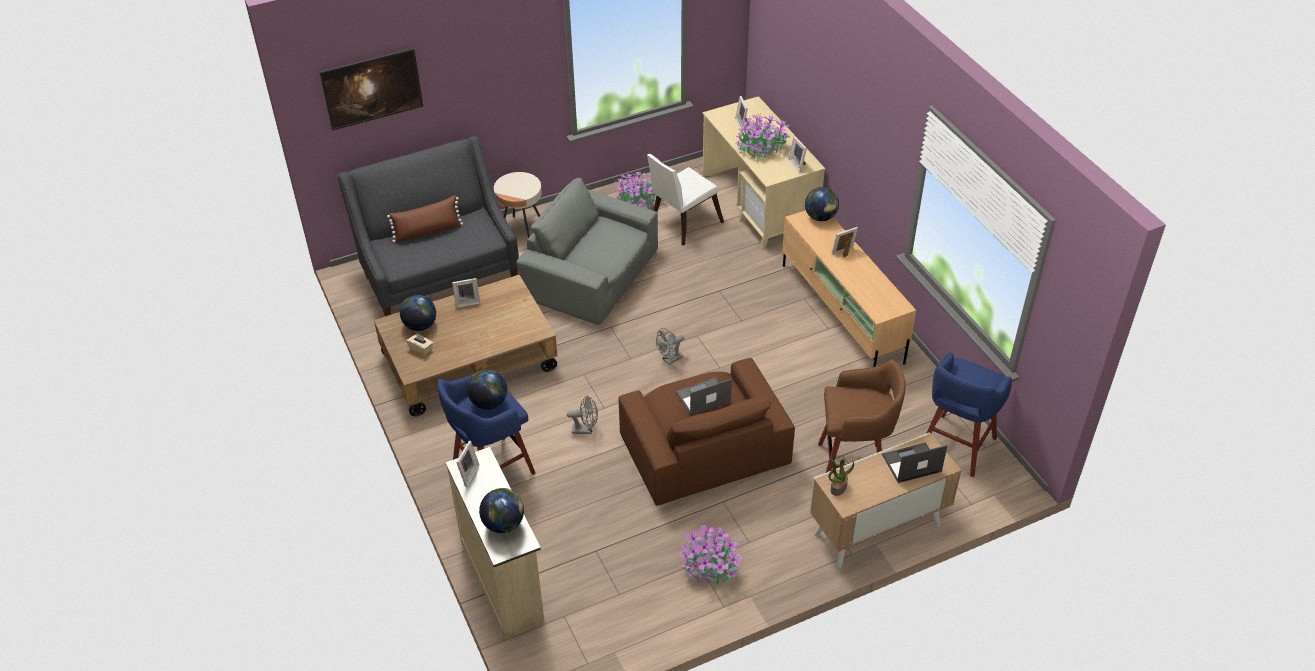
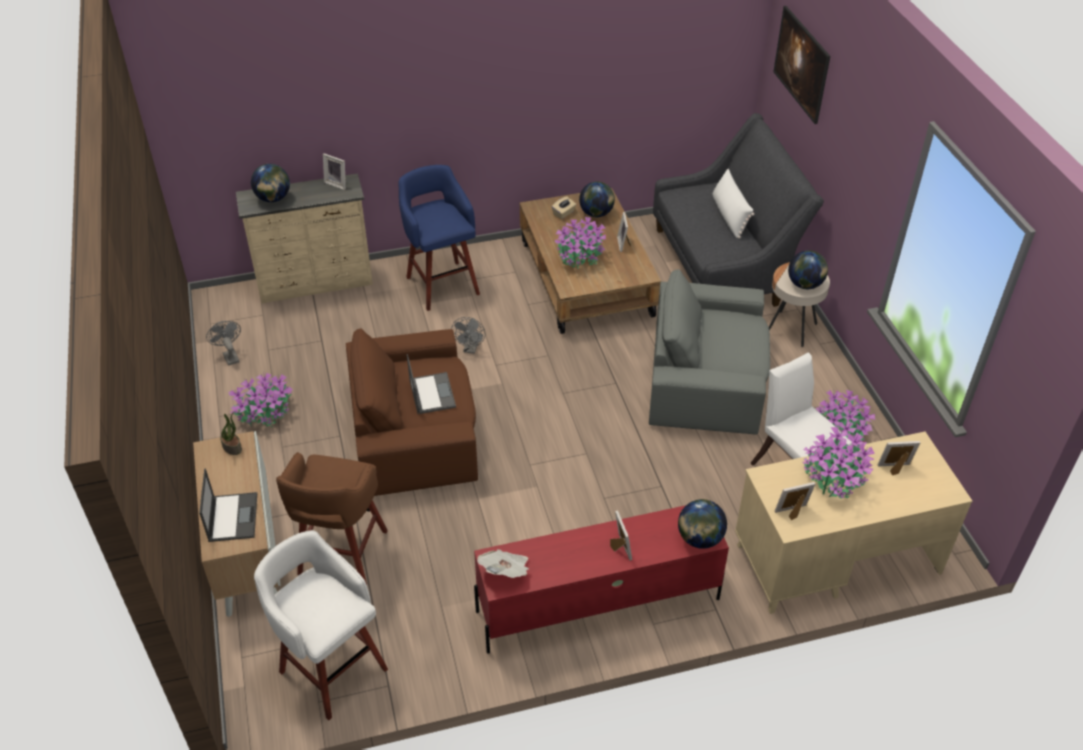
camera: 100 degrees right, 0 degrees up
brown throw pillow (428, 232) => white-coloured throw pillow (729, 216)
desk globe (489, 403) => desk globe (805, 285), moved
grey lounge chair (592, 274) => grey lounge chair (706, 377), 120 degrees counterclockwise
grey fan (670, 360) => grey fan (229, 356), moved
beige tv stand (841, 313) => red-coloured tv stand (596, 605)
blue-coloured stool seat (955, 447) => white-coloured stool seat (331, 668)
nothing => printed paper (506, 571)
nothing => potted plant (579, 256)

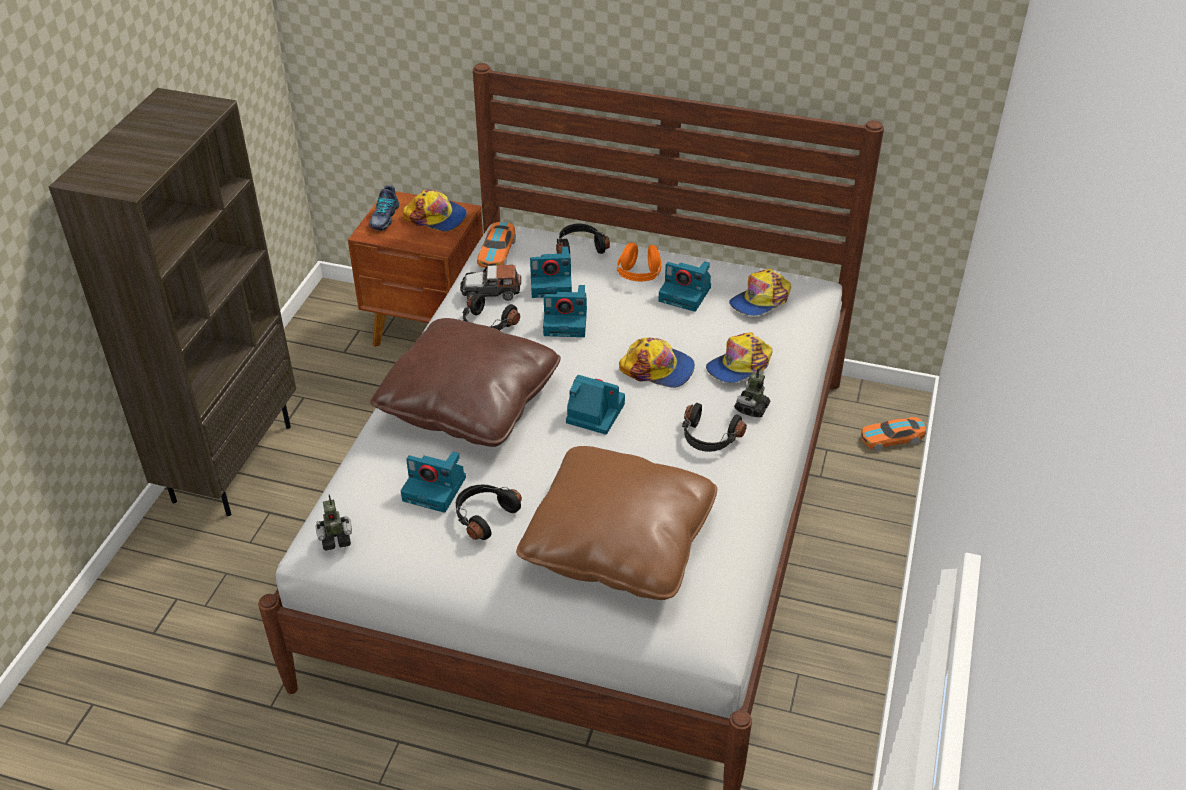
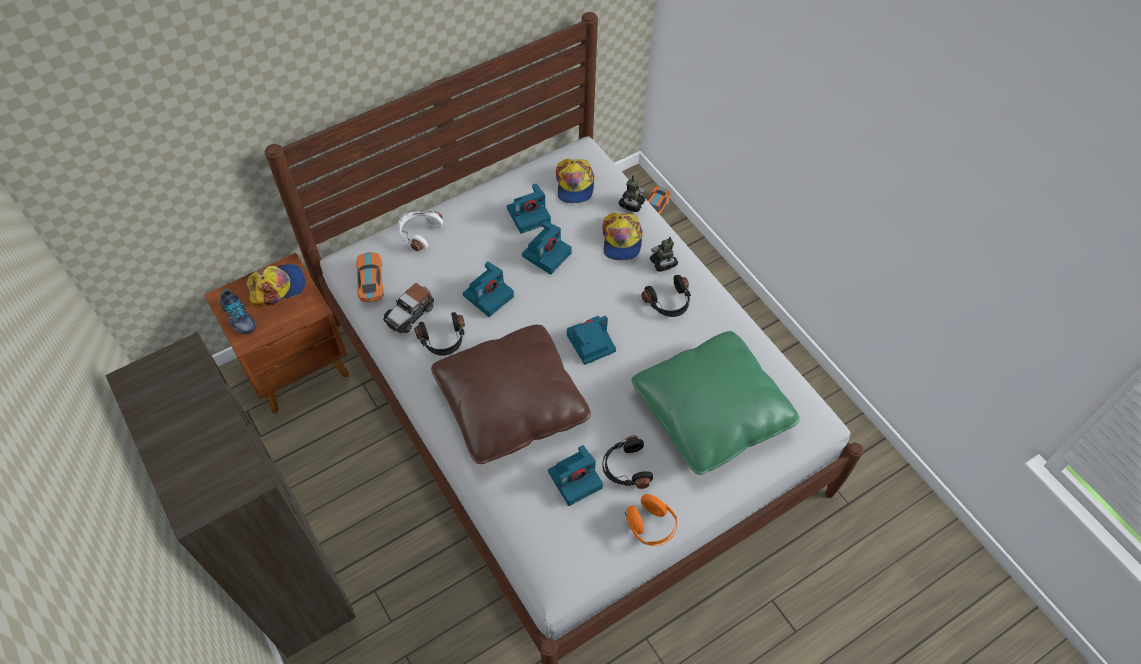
camera: 50 degrees left, 15 degrees up
toy robot (336, 539) => toy robot (631, 204), moved
toy car (497, 252) => toy car (370, 281), 150 degrees counterclockwise
brown throw pillow (618, 542) => green-coloured throw pillow (711, 412)
still camera (552, 283) => still camera (547, 254), moved
black headset (579, 247) => white-coloured headset (418, 233)
orange-coloured headset (639, 275) => orange-coloured headset (650, 526), moved
cap (658, 368) => nothing

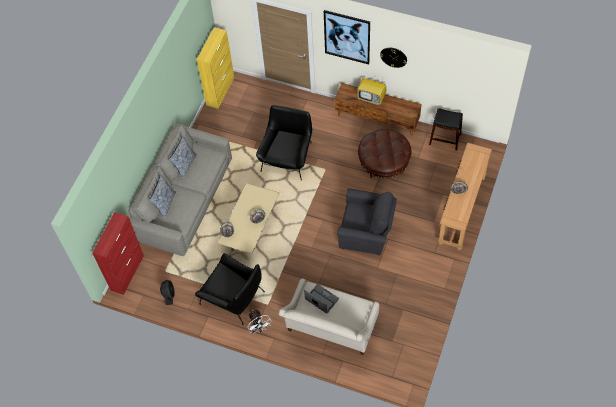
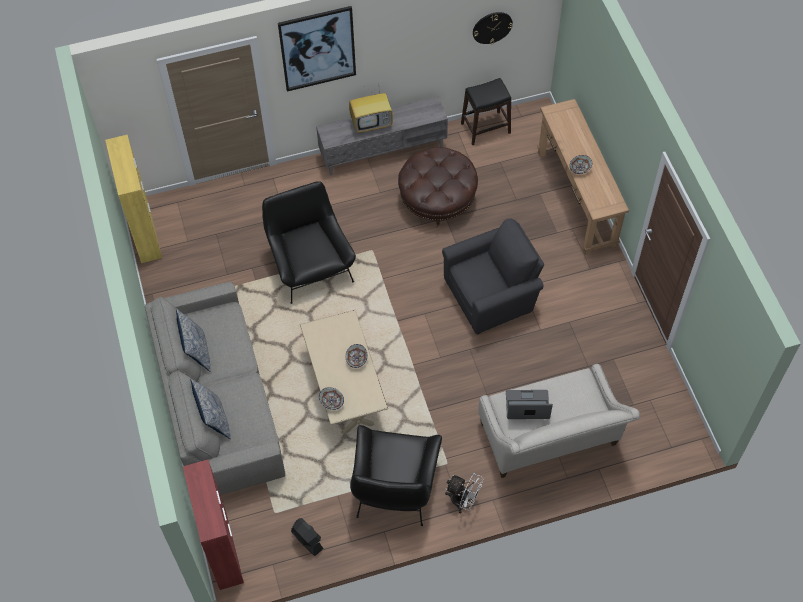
camera: 40 degrees left, 0 degrees up
black lounge chair (233, 297) => black lounge chair (395, 484), 105 degrees clockwise
brown tv stand (377, 119) => grey tv stand (383, 150)
hanging clock (393, 57) => hanging clock (492, 27), moved

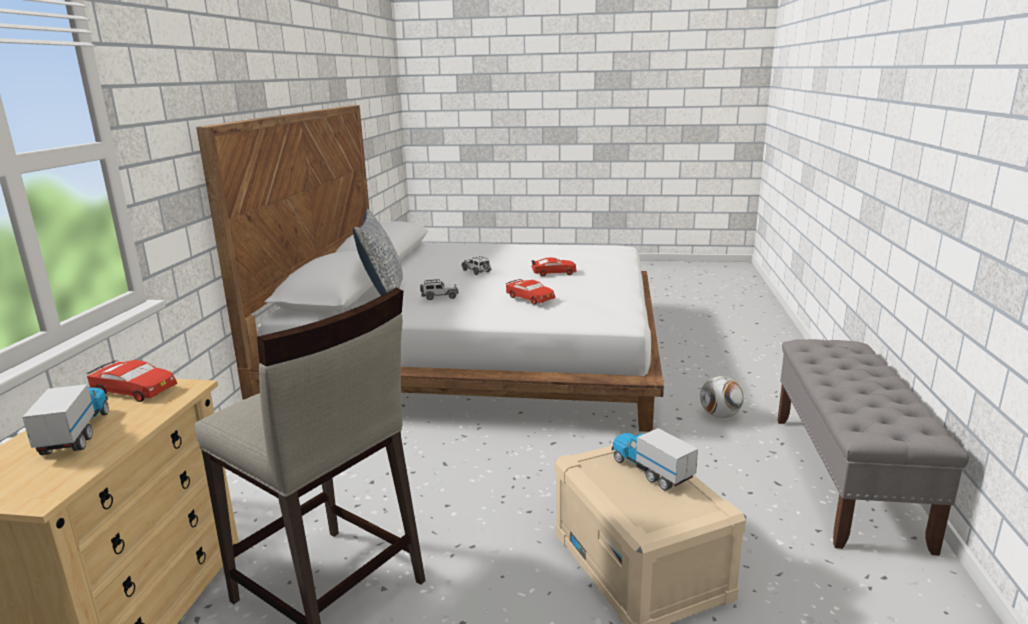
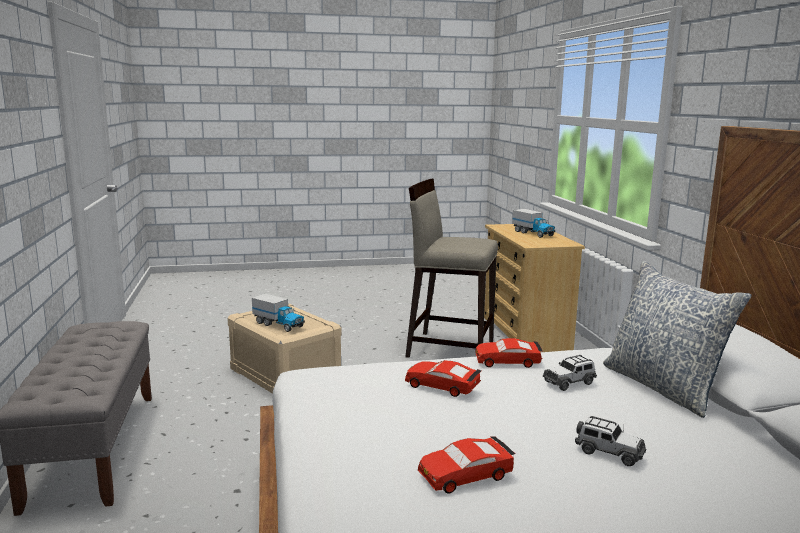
camera: 160 degrees right, 5 degrees down
red-coloured toy car (134, 390) => red-coloured toy car (507, 361), moved
football (720, 415) => nothing

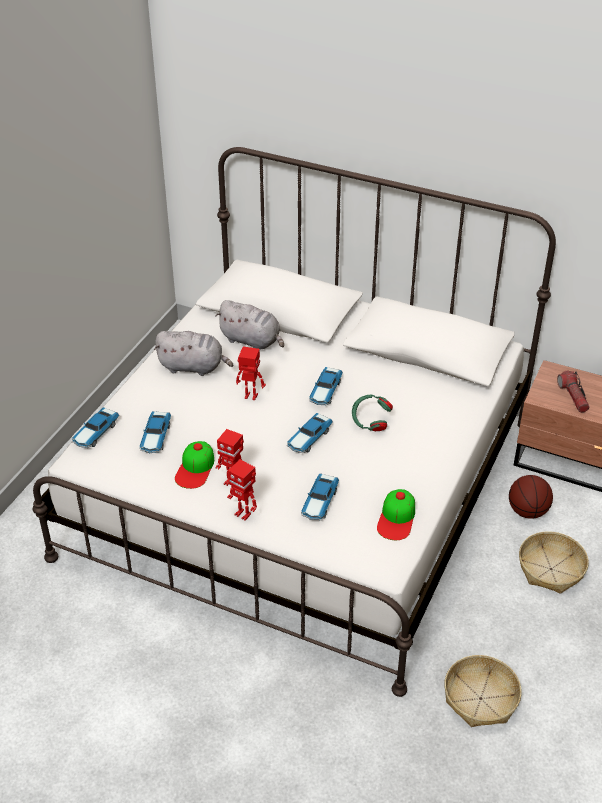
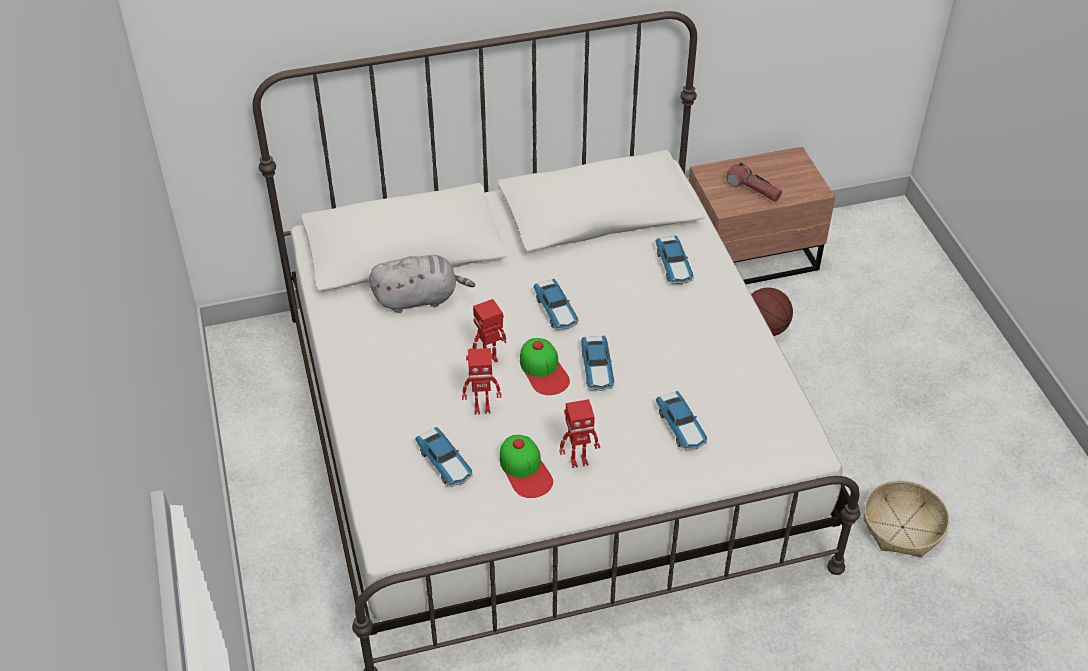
camera: 40 degrees left, 5 degrees up
toy car (95, 433) => toy car (674, 266), moved
grey cuddly toy (193, 367) => nothing
toy robot (243, 514) => toy robot (482, 408), moved
green-coloured headset (370, 422) => nothing
cap (397, 518) => cap (544, 370), moved
household basket (550, 569) => nothing

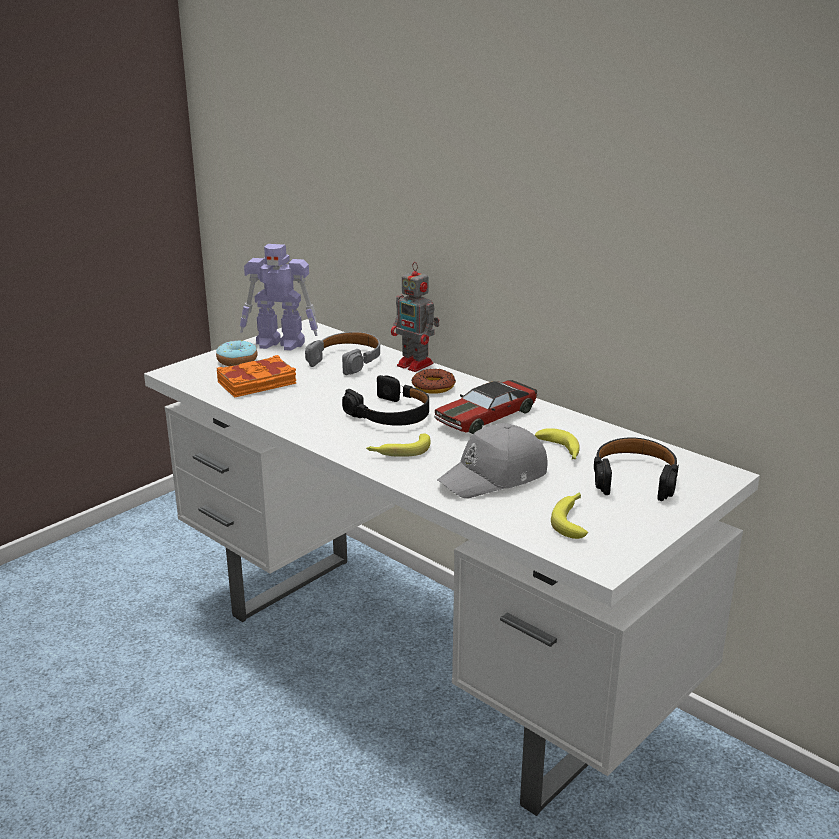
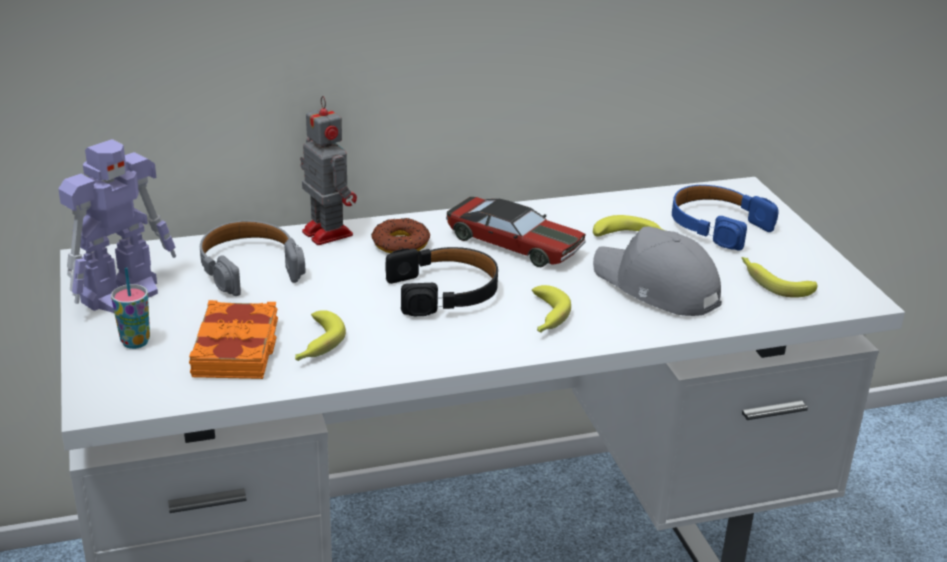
camera: 60 degrees left, 5 degrees up
donut (237, 361) => small cup (135, 342)
toy robot (416, 365) => toy robot (326, 232), 105 degrees counterclockwise
toy car (486, 417) => toy car (514, 244), 45 degrees counterclockwise
grey cap (495, 477) => grey cap (655, 287), 135 degrees clockwise
black headset (634, 478) => blue-coloured headset (717, 226)
nothing => banana (315, 345)

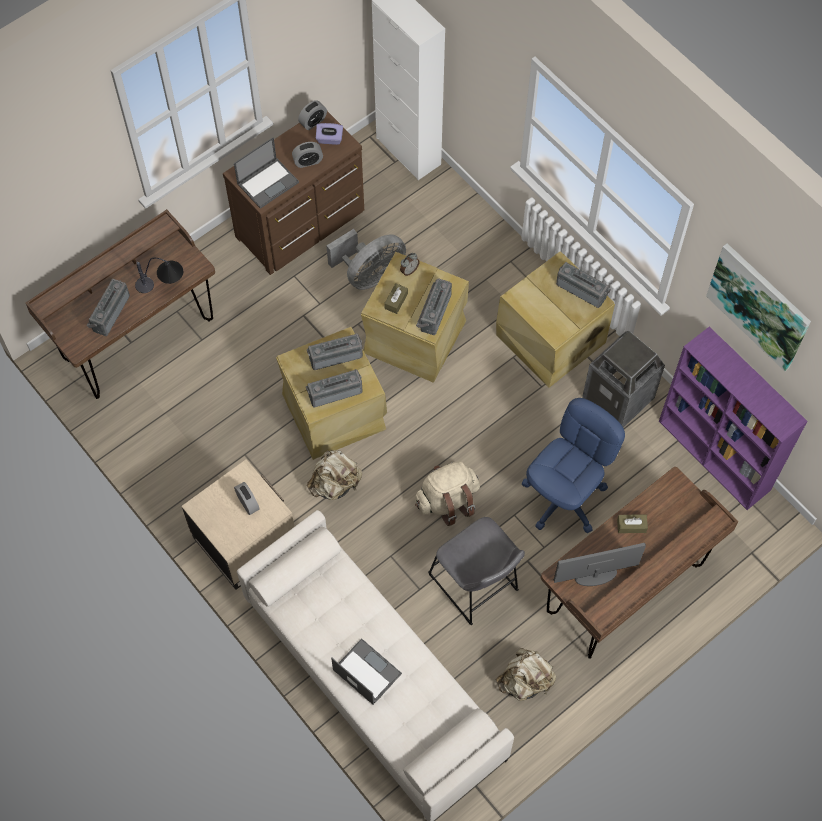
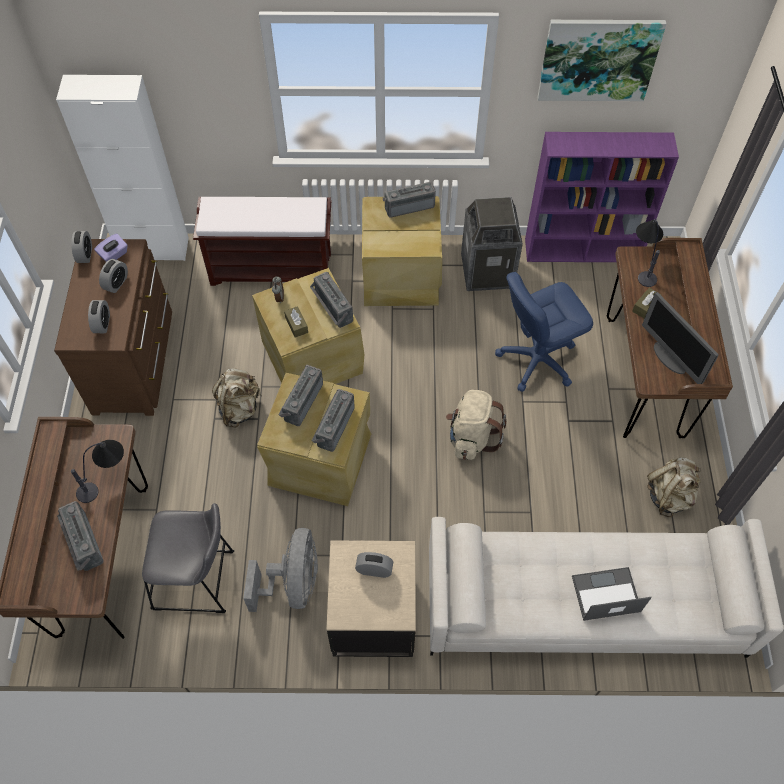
camera: 50 degrees left, 5 degrees down
notebook computer (268, 182) => bedside clock (102, 324)
beige backpack (335, 484) => beige backpack (239, 408), moved
grey fan (370, 274) => grey fan (293, 583), moved
grey stool seat (475, 586) => grey stool seat (199, 581), moved
blue-coloured computer chair (564, 497) => blue-coloured computer chair (537, 359), 105 degrees counterclockwise
computer screen (595, 576) => computer screen (669, 358), 60 degrees counterclockwise
nothing => brown indoor bench (272, 268)
nothing => table lamp (643, 263)

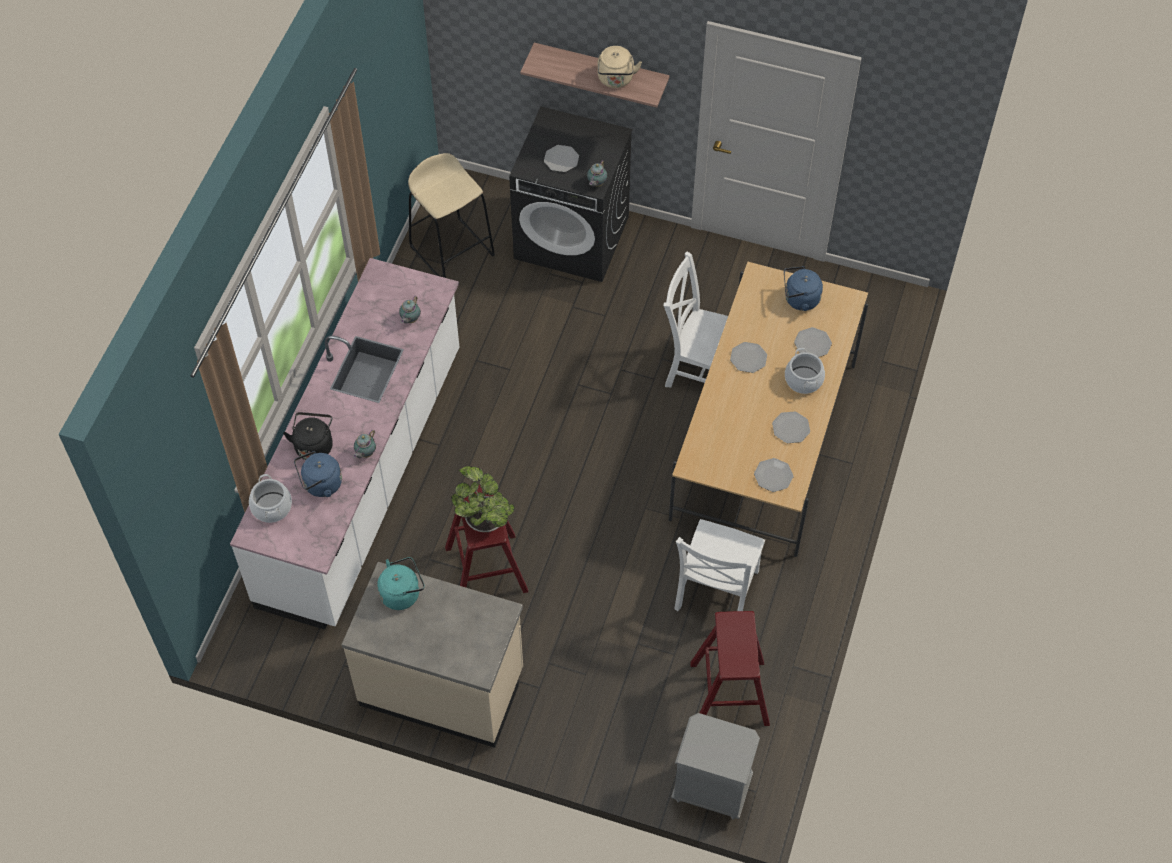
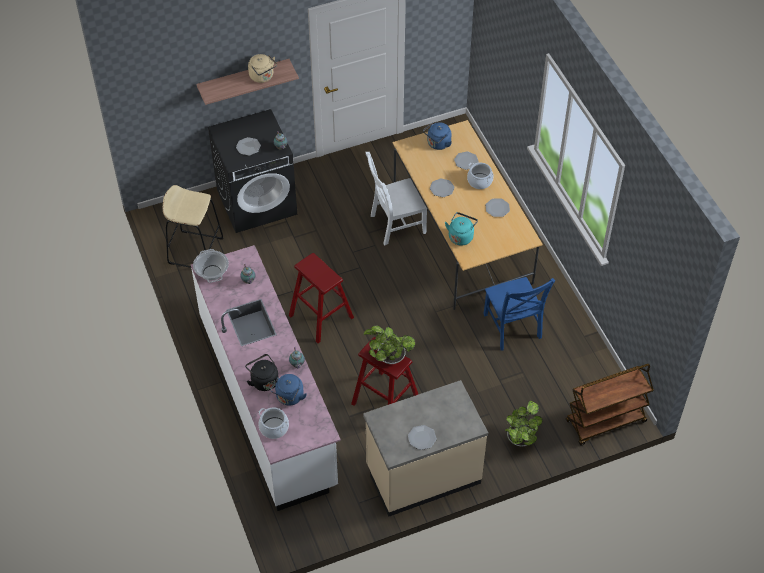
camera: 40 degrees left, 5 degrees down
turquoise-coloured water kettle (402, 593) => turquoise-coloured water kettle (461, 236), moved
grey bedside table (711, 789) => brown wheeled cart (605, 422)
white-coloured chair (715, 593) => blue-coloured chair (512, 328)
red-coloured stool seat (729, 693) => red-coloured stool seat (321, 316), moved
dinner plate (773, 475) => dinner plate (422, 438), moved
nothing => stockpot (212, 272)
nothing => potted plant (520, 438)

